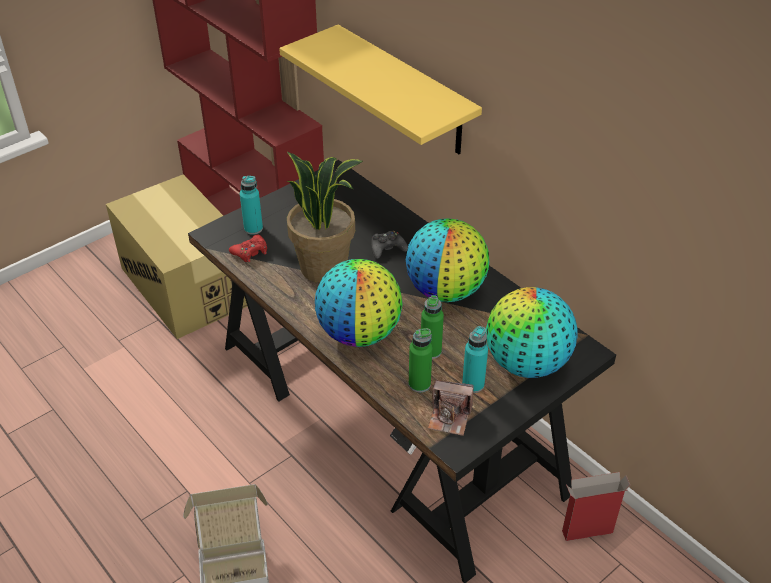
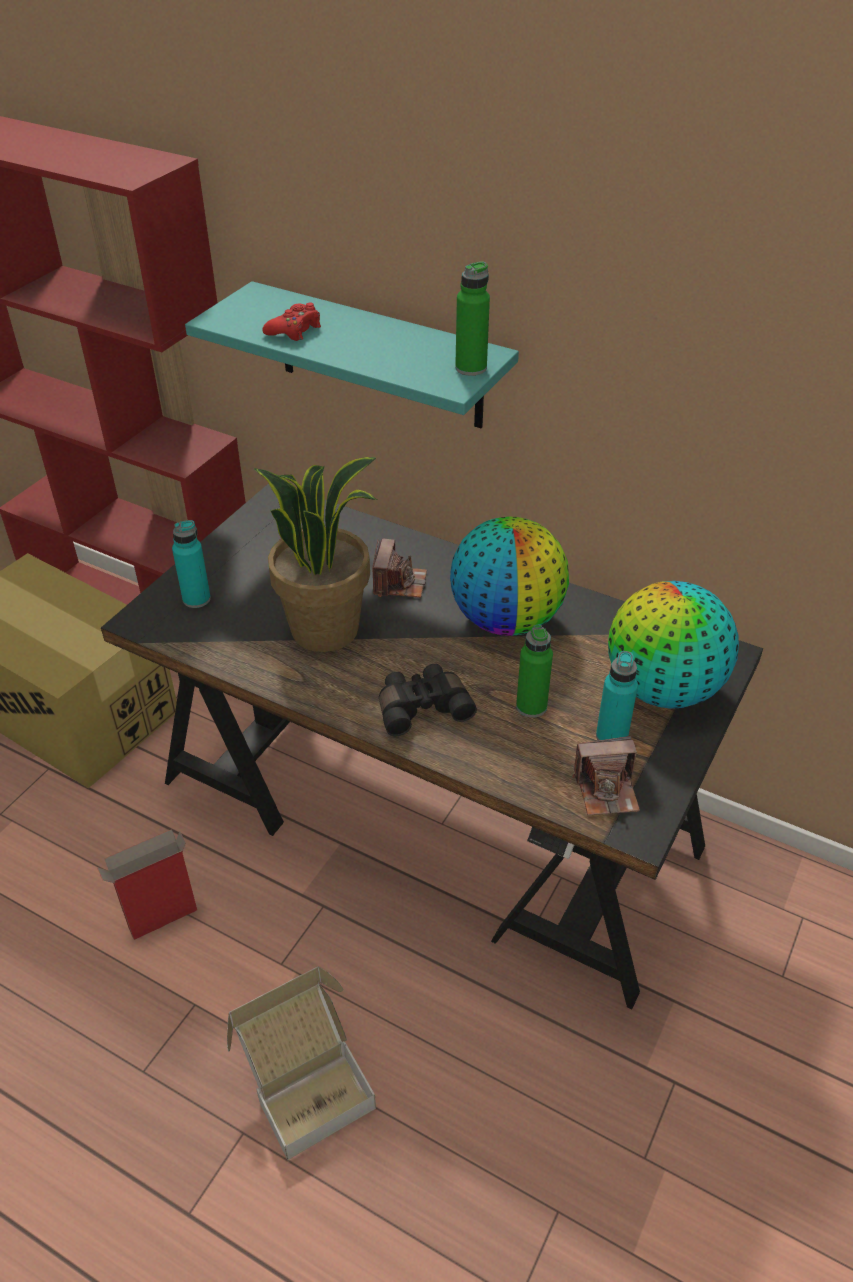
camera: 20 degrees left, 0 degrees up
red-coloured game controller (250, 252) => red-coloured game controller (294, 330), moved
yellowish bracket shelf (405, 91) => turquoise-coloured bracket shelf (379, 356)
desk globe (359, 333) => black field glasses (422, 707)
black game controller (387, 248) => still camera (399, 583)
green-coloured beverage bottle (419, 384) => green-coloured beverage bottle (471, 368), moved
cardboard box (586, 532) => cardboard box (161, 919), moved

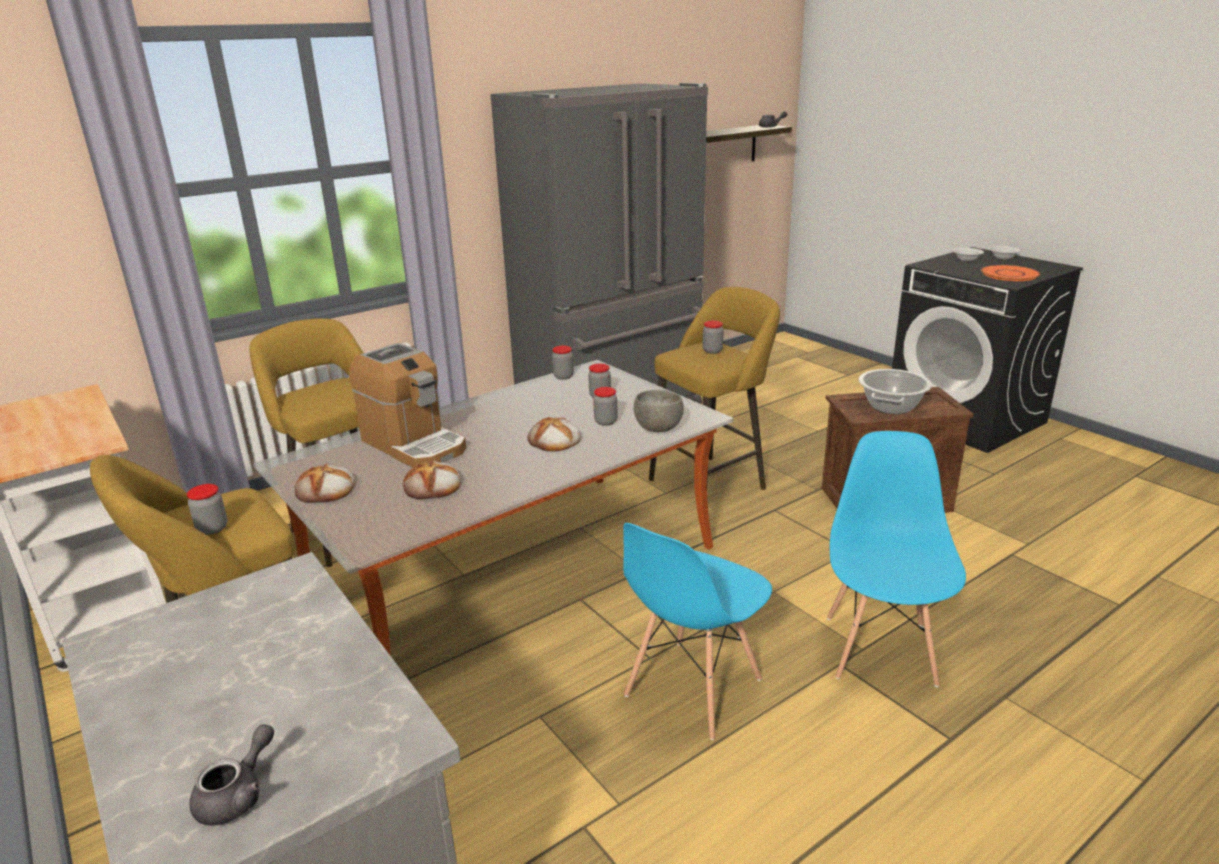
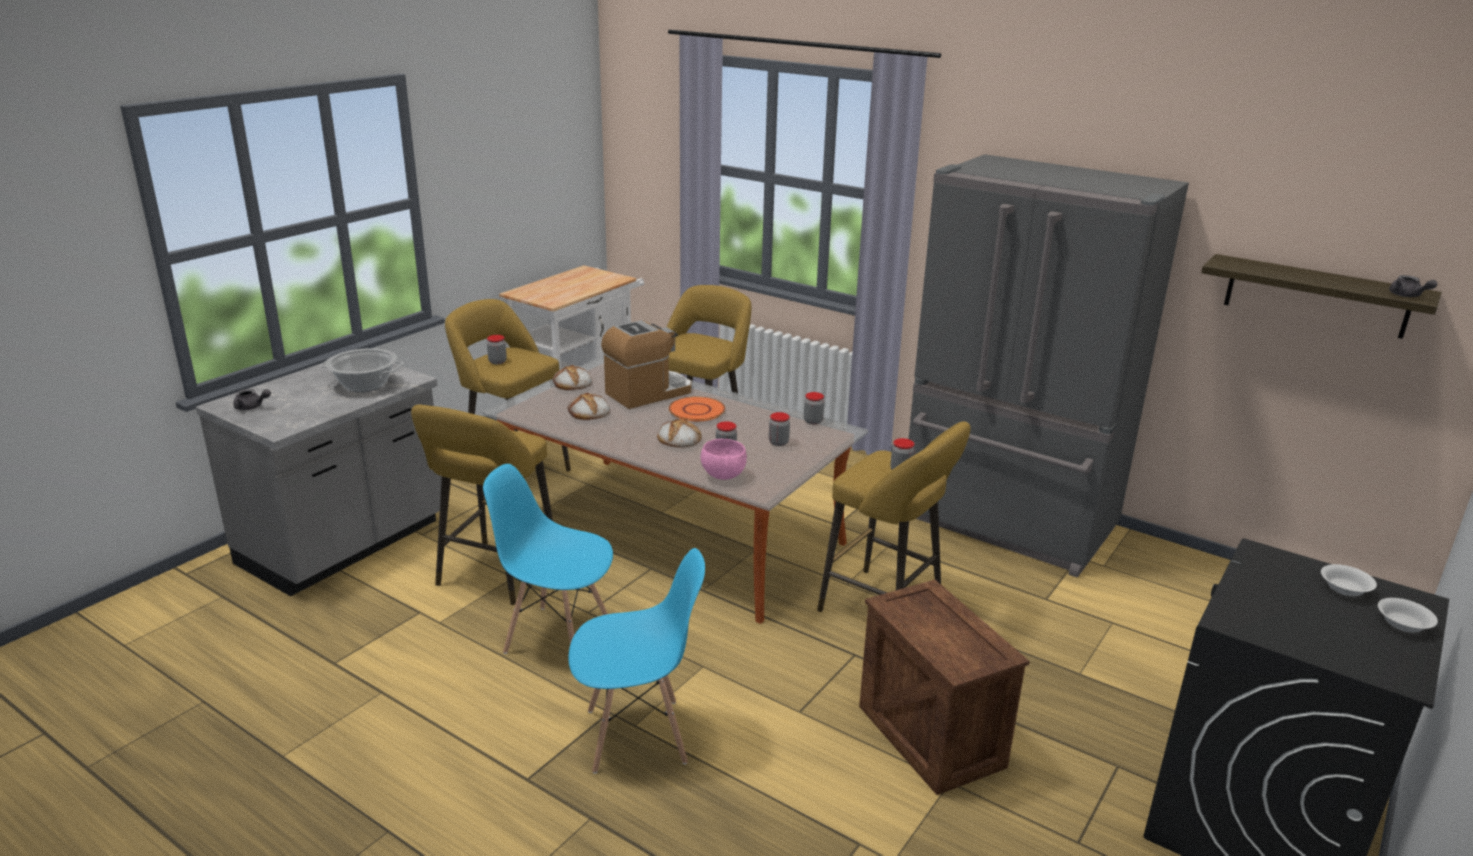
camera: 70 degrees right, 0 degrees up
coffee machine (414, 444) => coffee machine (648, 393), 150 degrees counterclockwise
grey bowl (659, 429) => pink-coloured bowl (723, 476)
stockpot (891, 406) => stockpot (365, 385), moved
orange-coloured dinner plate (1009, 274) => orange-coloured dinner plate (697, 410), moved
nothing => yellowish stool seat (494, 576)

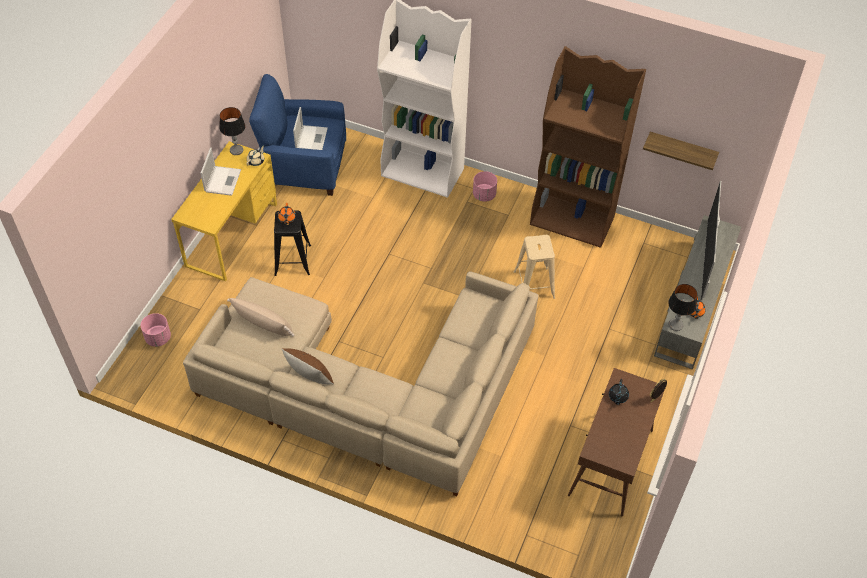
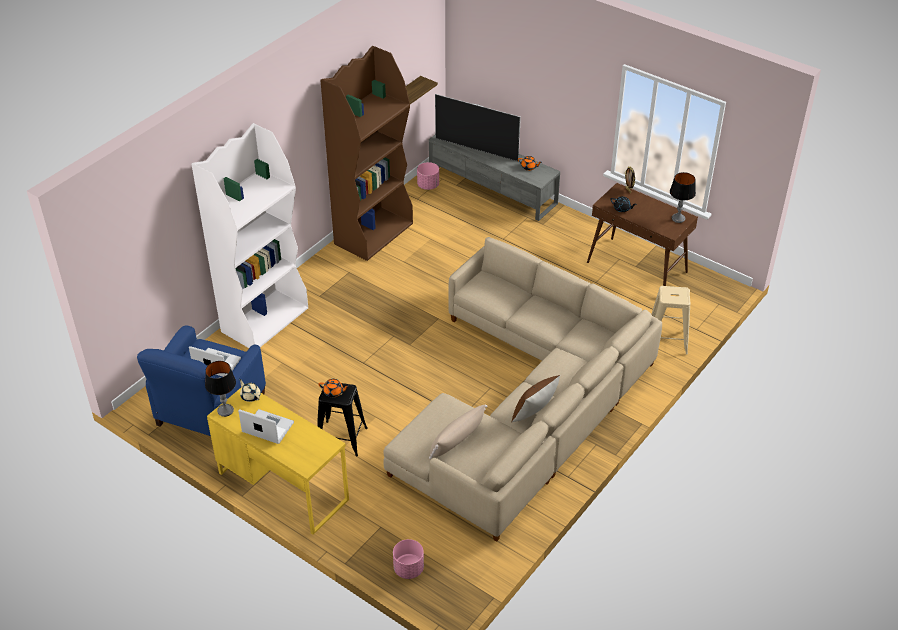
camera: 75 degrees left, 10 degrees down
pink-coloured flower pot (484, 195) => pink-coloured flower pot (428, 185), moved
beige stool seat (534, 284) => beige stool seat (666, 340), moved
table lamp (675, 325) => table lamp (678, 218), moved

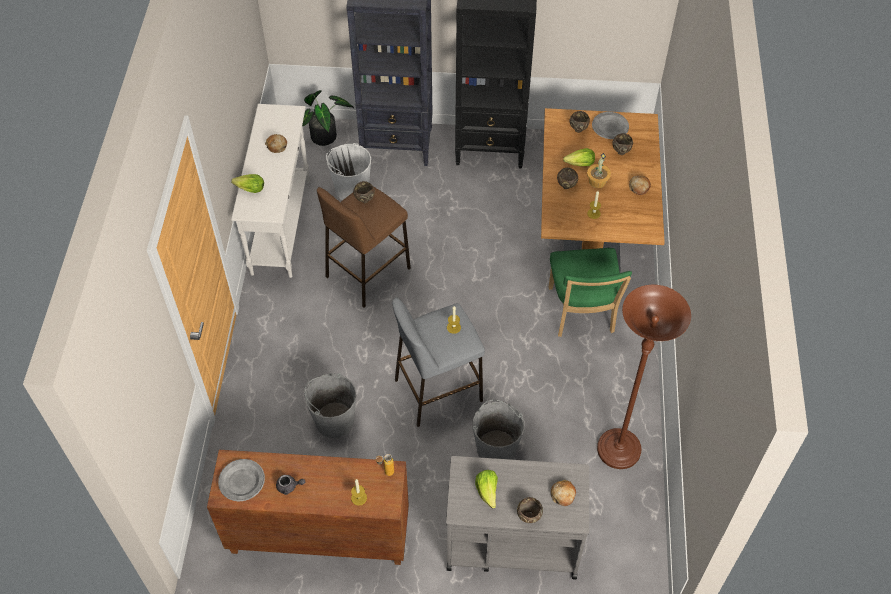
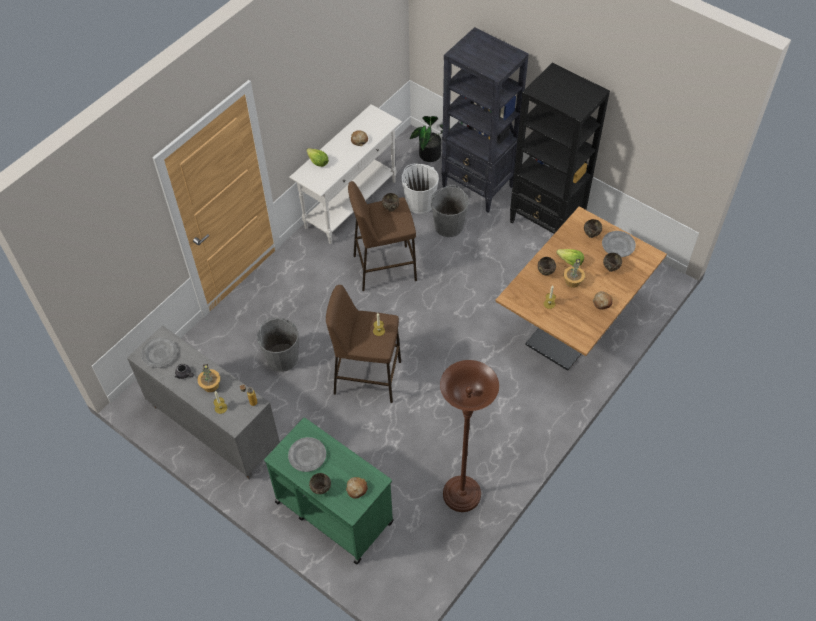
camera: 35 degrees right, 0 degrees up
brown storage cabinet (318, 535) => grey storage cabinet (212, 428)
grey stool seat (437, 390) => brown stool seat (367, 377)
grey wheeled cart (511, 542) => green-coloured wheeled cart (333, 511)
grey water bucket (496, 448) => grey water bucket (449, 225), moved
lettuce head (487, 492) => grey dinner plate (307, 455)
green-coloured chair (581, 313) => nothing
nothing => potted plant (210, 385)

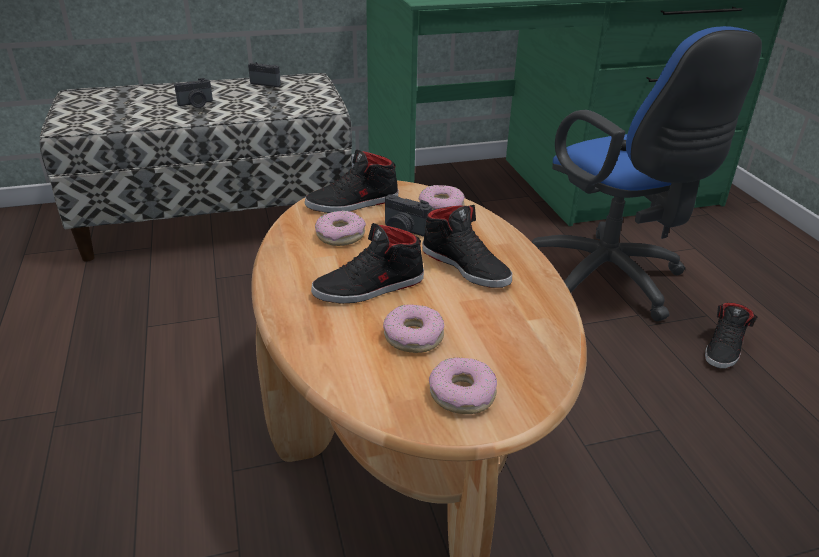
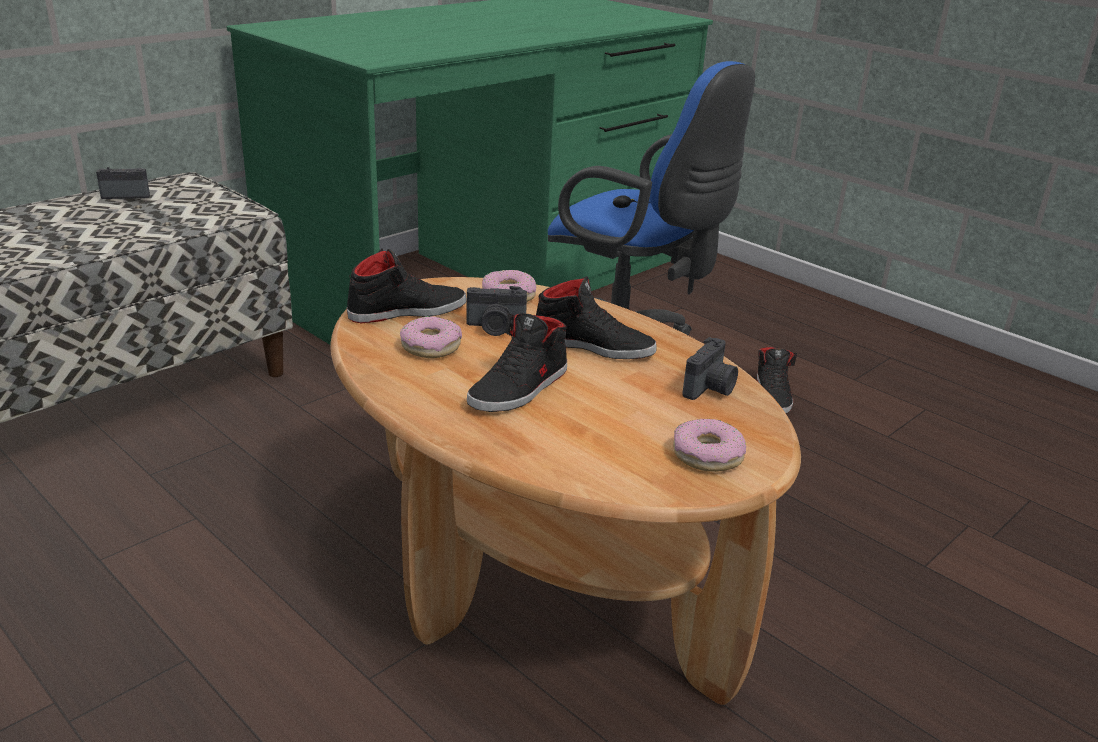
camera: 30 degrees left, 5 degrees down
still camera (196, 104) => still camera (710, 388), moved
black shoe (353, 203) => black shoe (407, 311), 150 degrees counterclockwise
donut (414, 336) => nothing

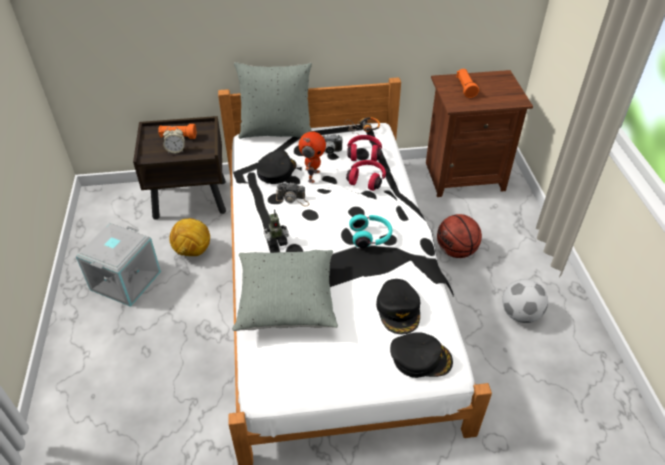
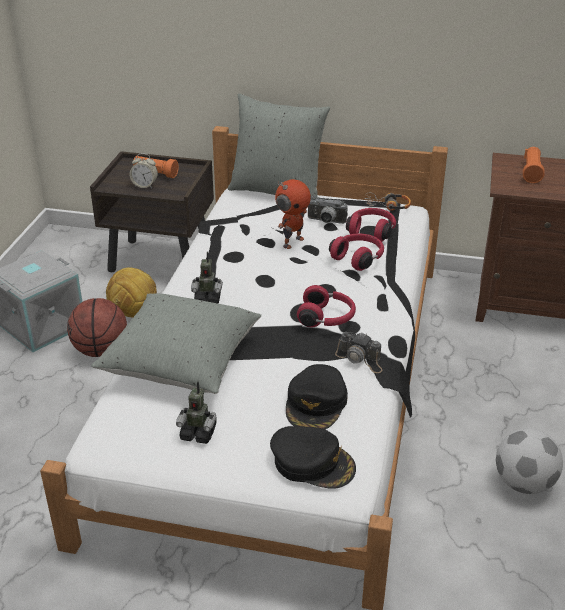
camera: 20 degrees right, 10 degrees down
black cap (276, 171) => nothing
still camera (293, 199) => still camera (360, 359), moved
turquoise-coloured headset (371, 236) => red-coloured headset (327, 318)
basketball (456, 251) => basketball (100, 350), moved
nothing => toy robot (198, 433)

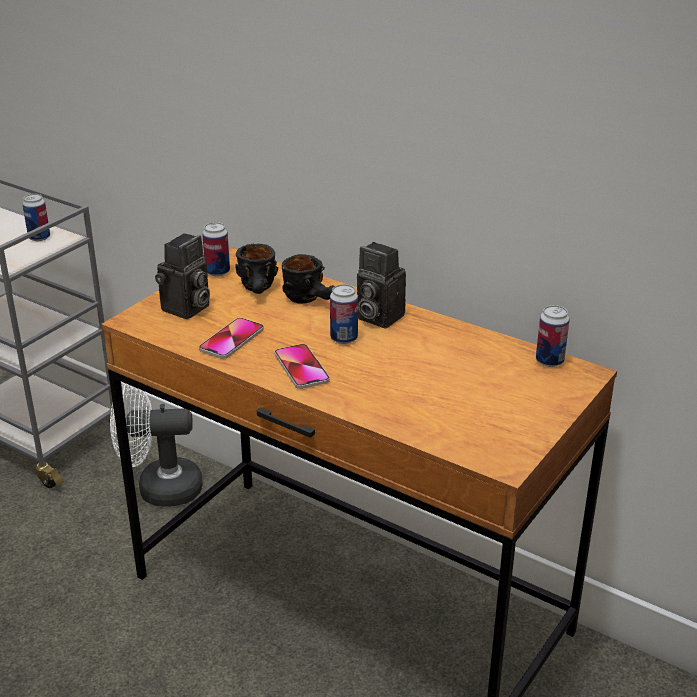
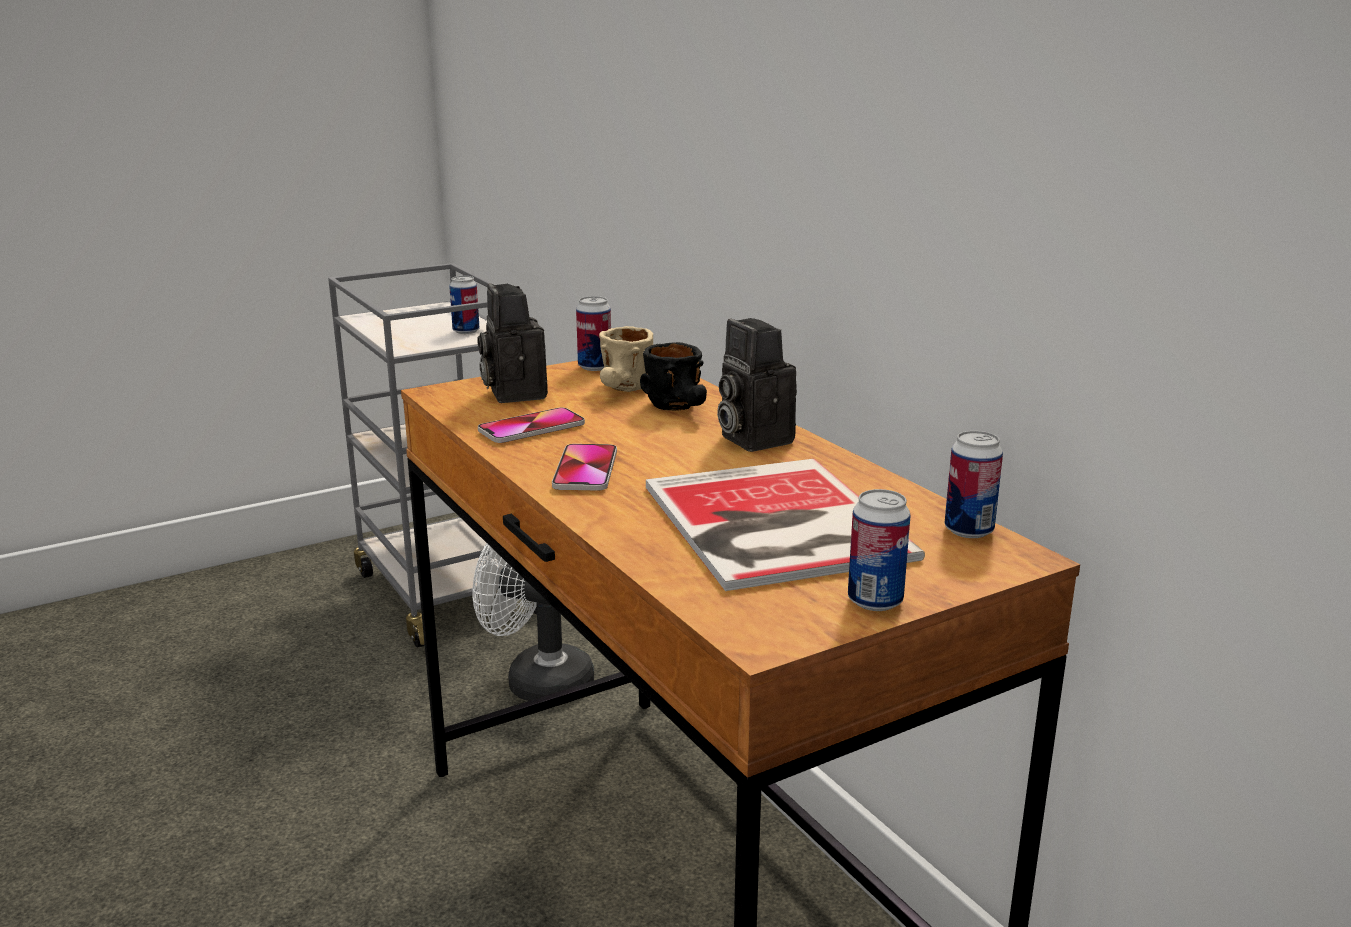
camera: 25 degrees right, 10 degrees down
still camera (186, 309) => still camera (513, 393), 105 degrees clockwise
black mug (260, 291) => beige mug (625, 390)
can (344, 338) => can (875, 601), moved
nothing => book (772, 525)

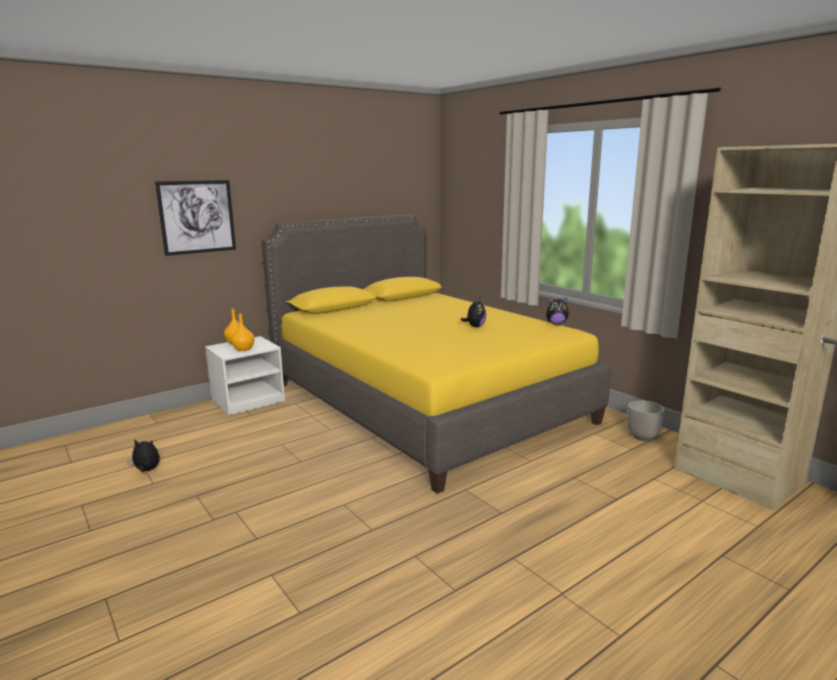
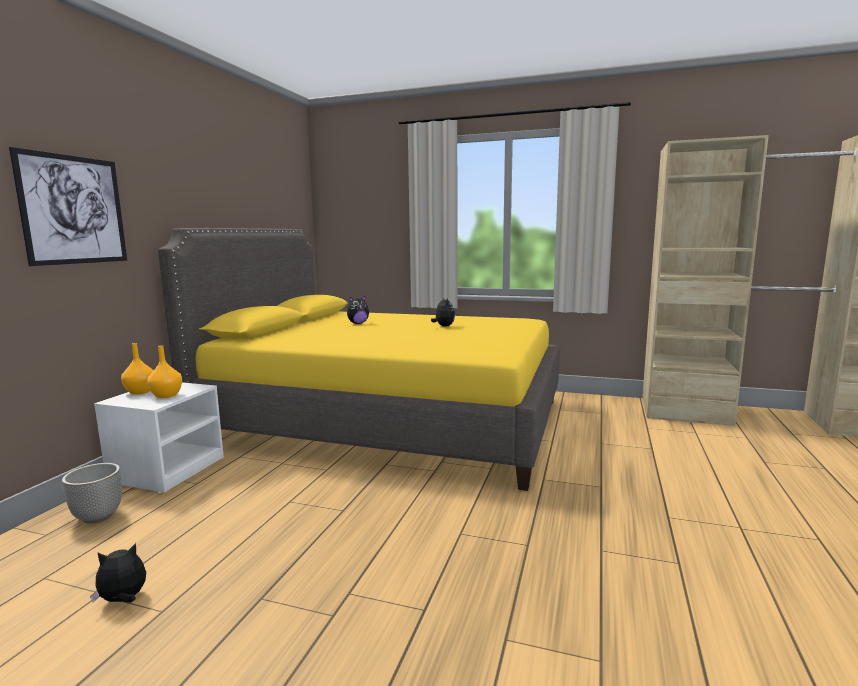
camera: 35 degrees left, 5 degrees down
cuddly toy (556, 324) => cuddly toy (357, 323), moved
flower pot (643, 437) => flower pot (98, 517), moved

